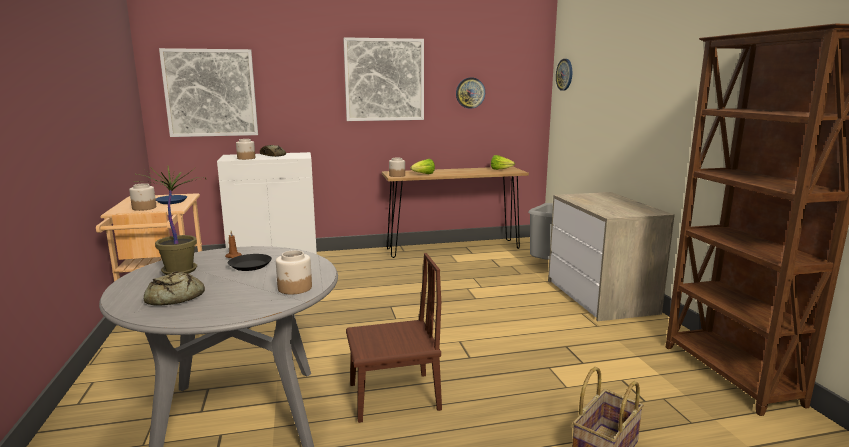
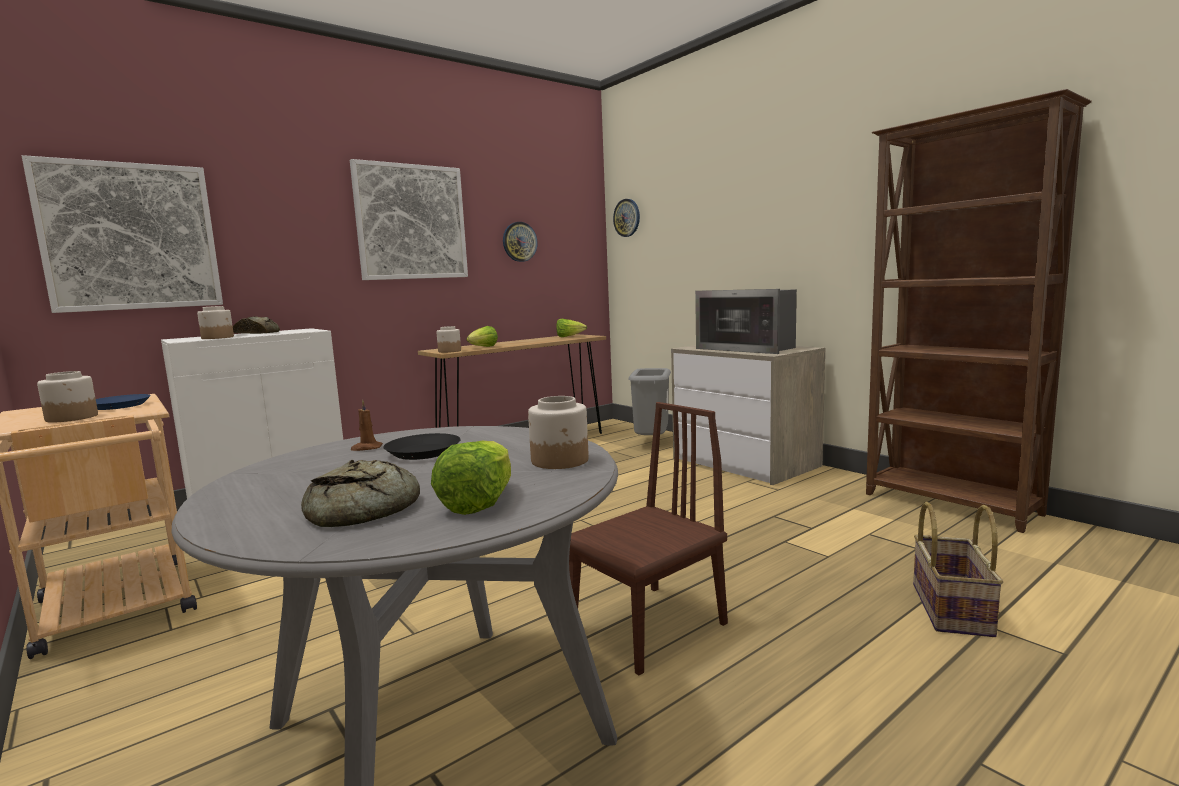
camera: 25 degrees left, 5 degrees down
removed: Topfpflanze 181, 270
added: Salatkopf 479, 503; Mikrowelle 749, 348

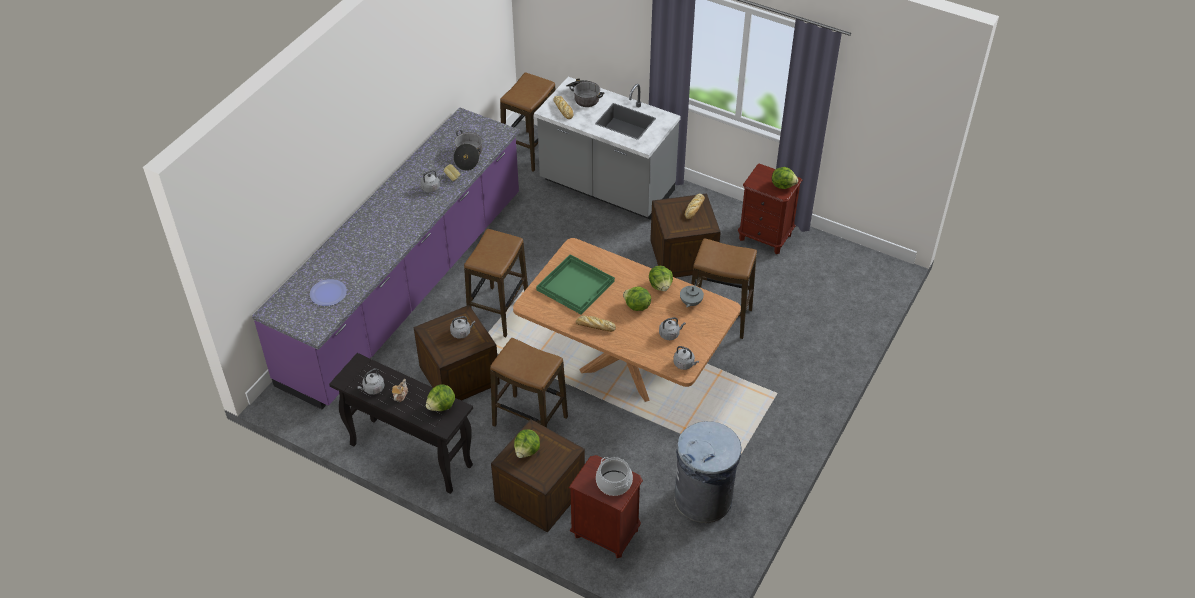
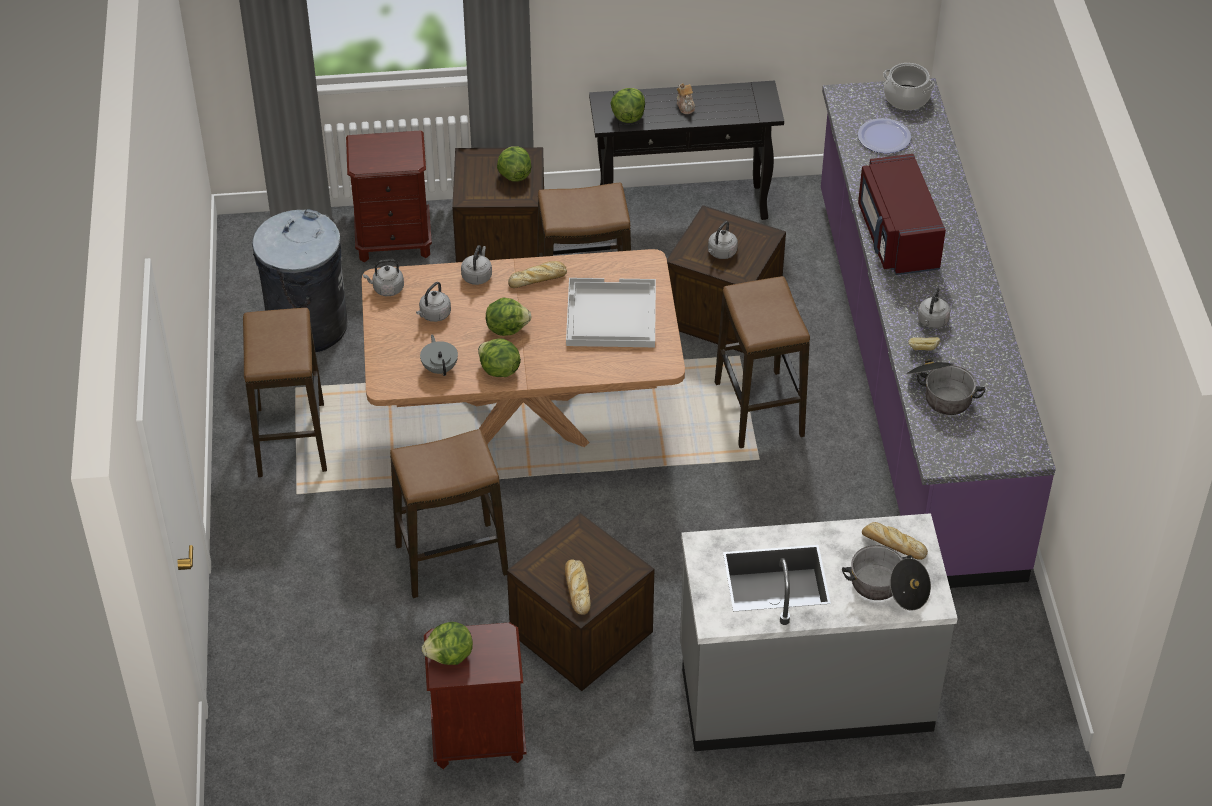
camera: 145 degrees right, 0 degrees up
added: Mikrowelle/rot 897, 237
moved: Hocker 530, 151 to 291, 439; Wasserkessel/grau 373, 389 to 477, 276; Kochtopf 614, 483 to 906, 98
recoloured: Tablett/grün 576, 285 to Tablett/weiß 610, 315

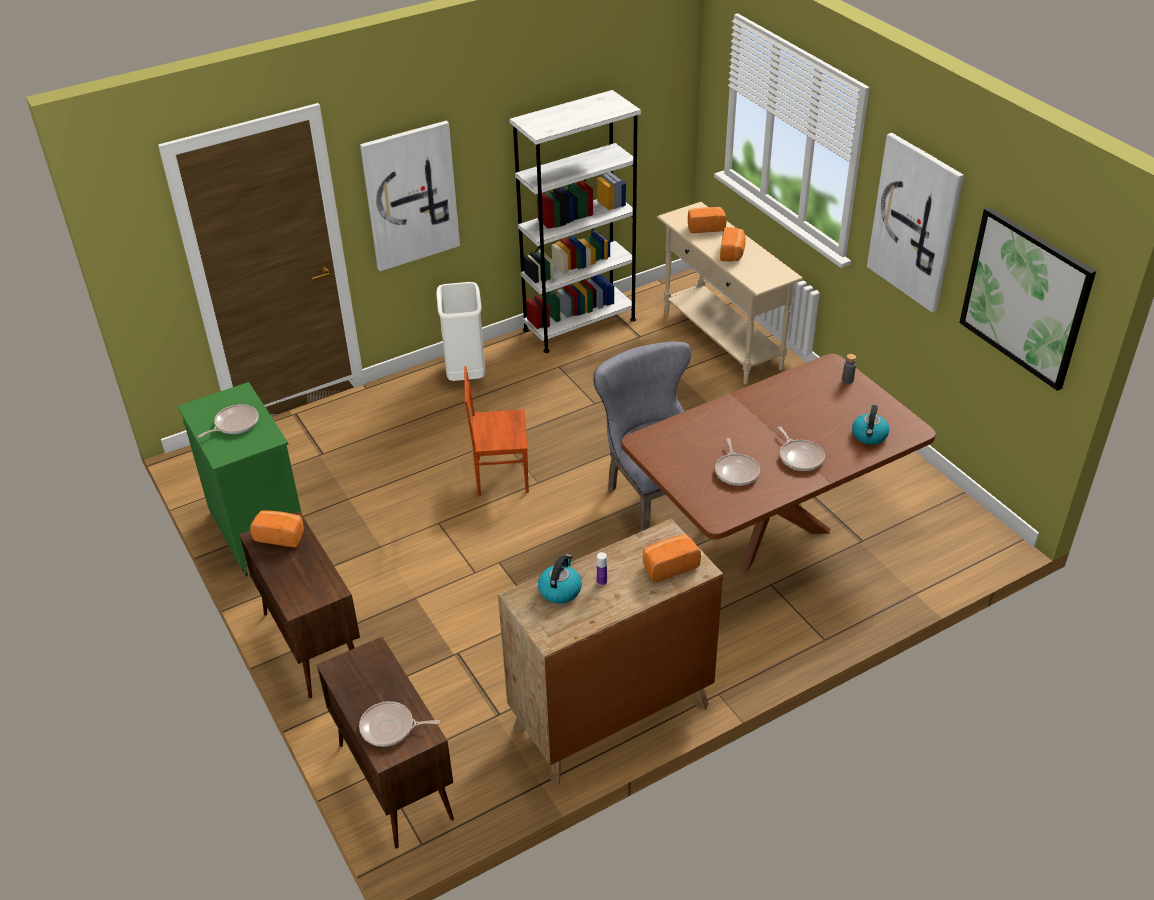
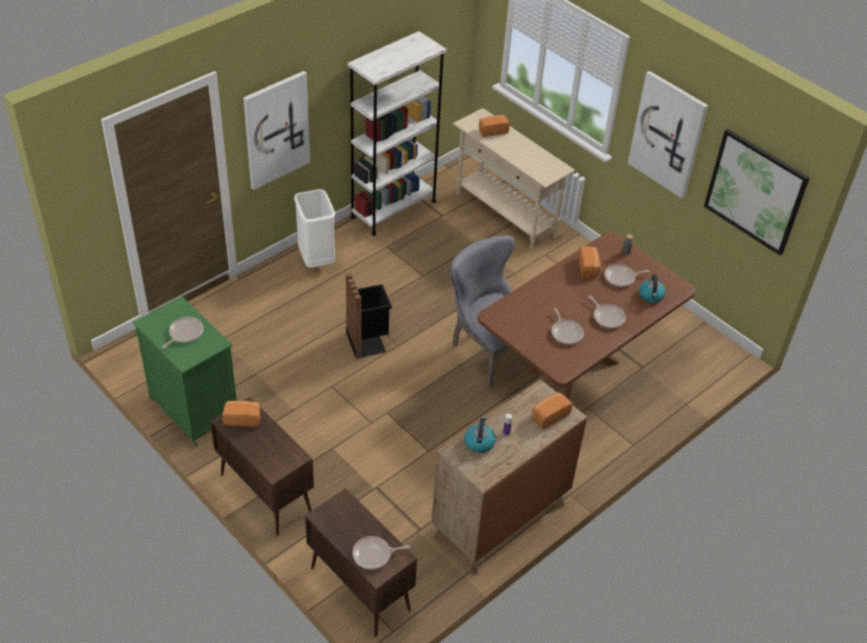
camera: 15 degrees left, 5 degrees up
added: Pfanne 621, 278
moved: Brot 732, 253 to 589, 268
replaced: Stuhl/braun 501, 474 to Mülleimer/schwarz 368, 342

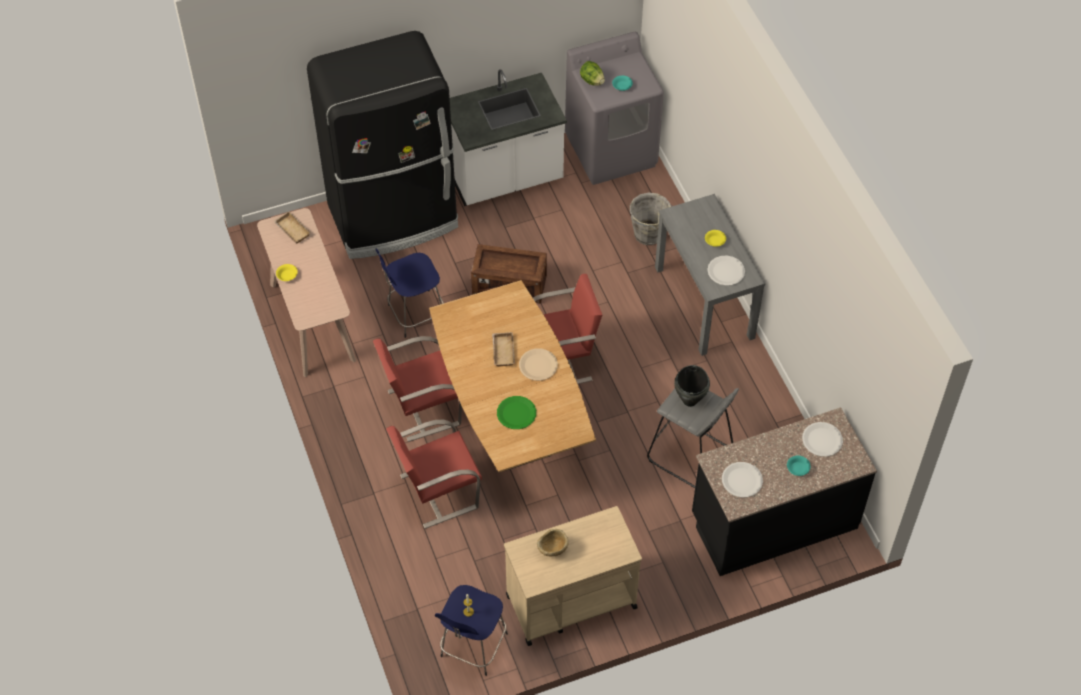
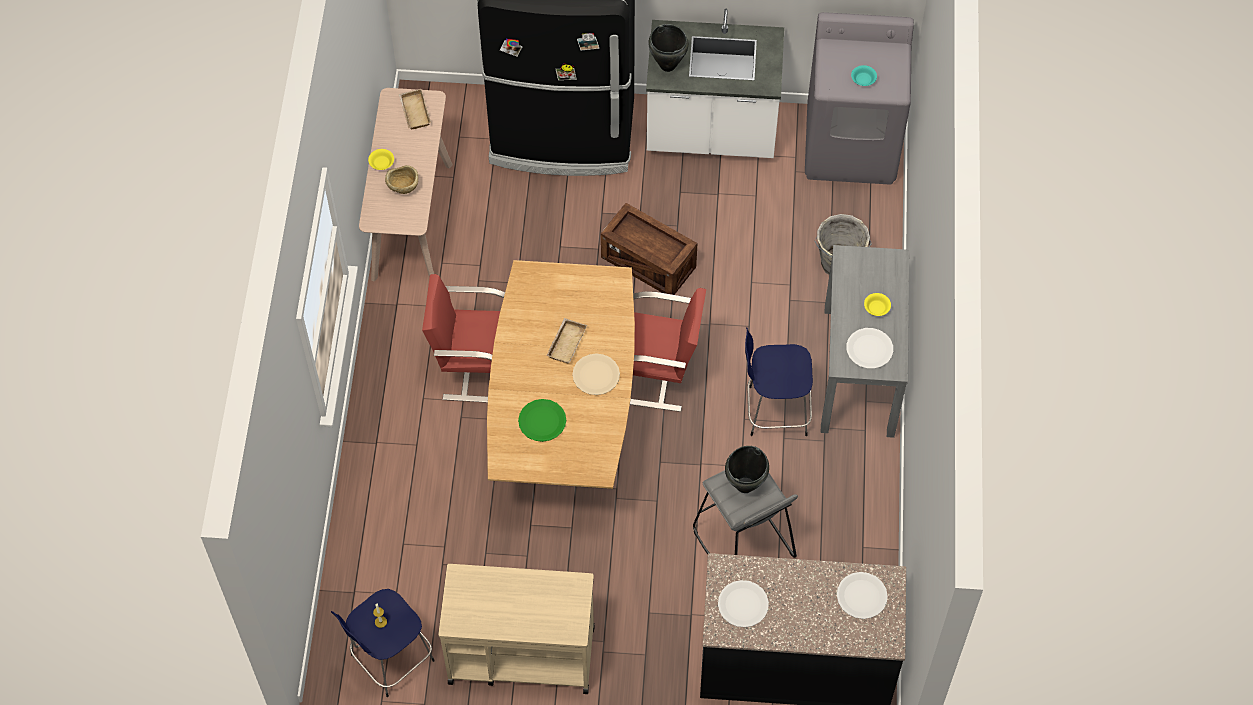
camera: 25 degrees right, 5 degrees up
removed: Stuhl/rot 437, 491; Salatkopf 592, 81; Schüssel/türkis 798, 469
added: Kochtopf/schwarz 667, 65
moved: Schüssel/beige 552, 550 to 403, 188; Hocker/blau 414, 314 to 774, 411

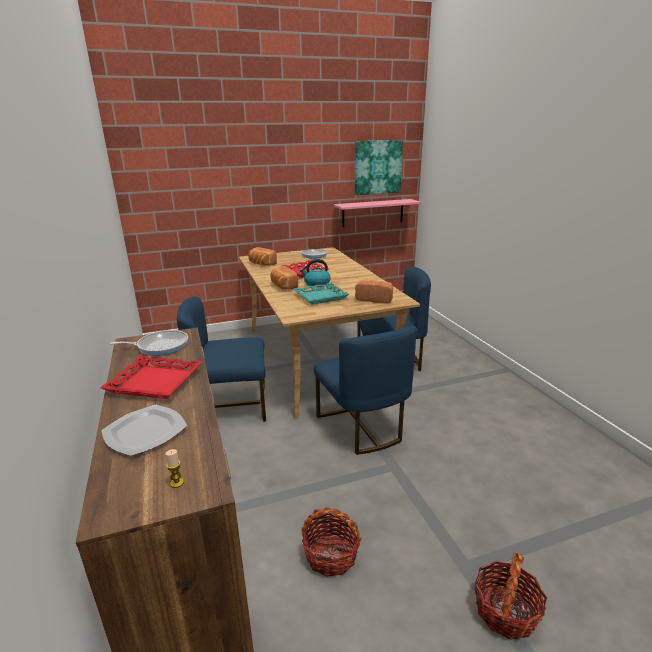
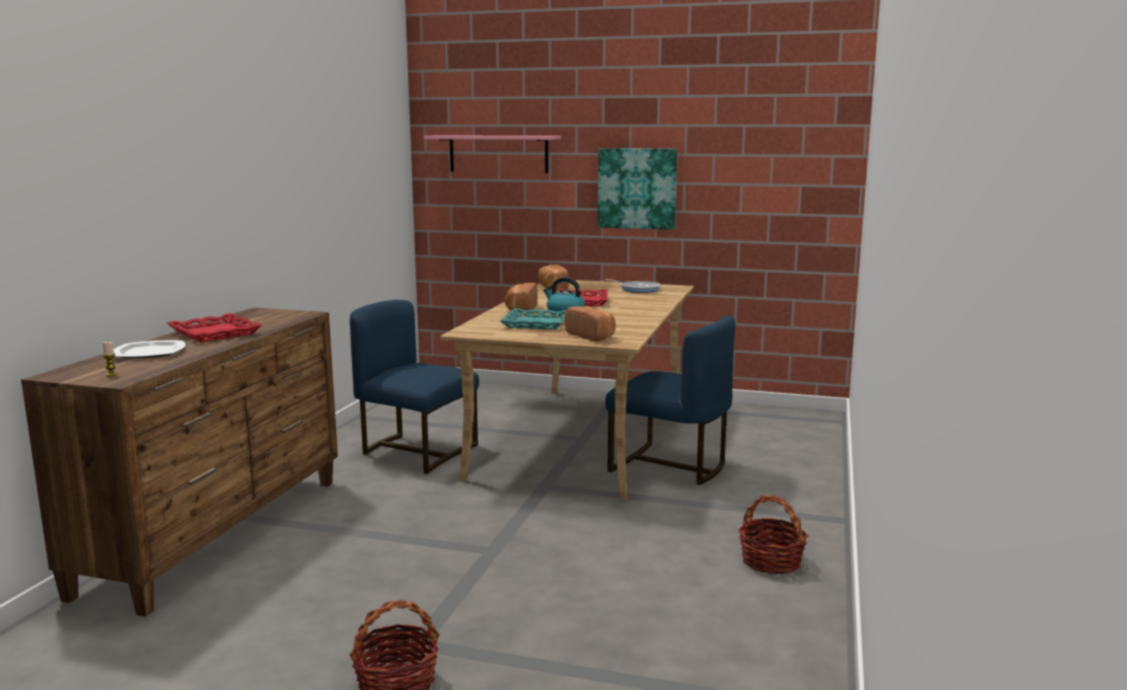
camera: 35 degrees right, 10 degrees down
removed: Pfanne 160, 346; Stuhl/blau 362, 427
moved: Wandregal/rosa 373, 213 to 498, 154; Bild 377, 167 to 637, 188; Korb 331, 555 to 771, 561

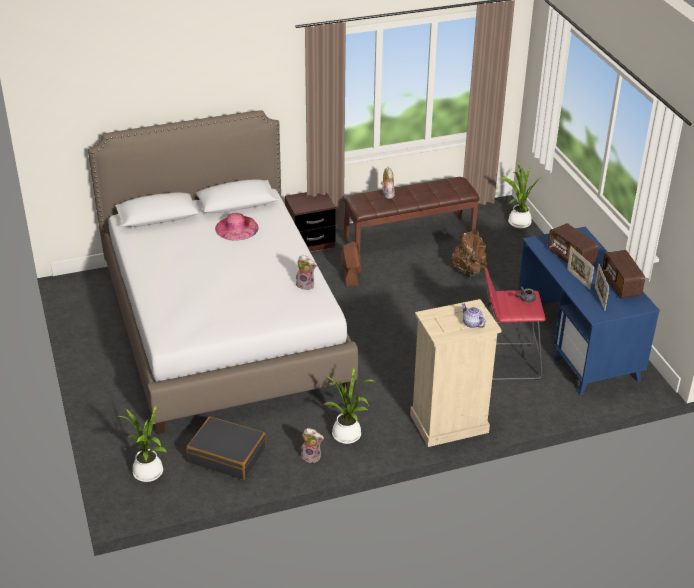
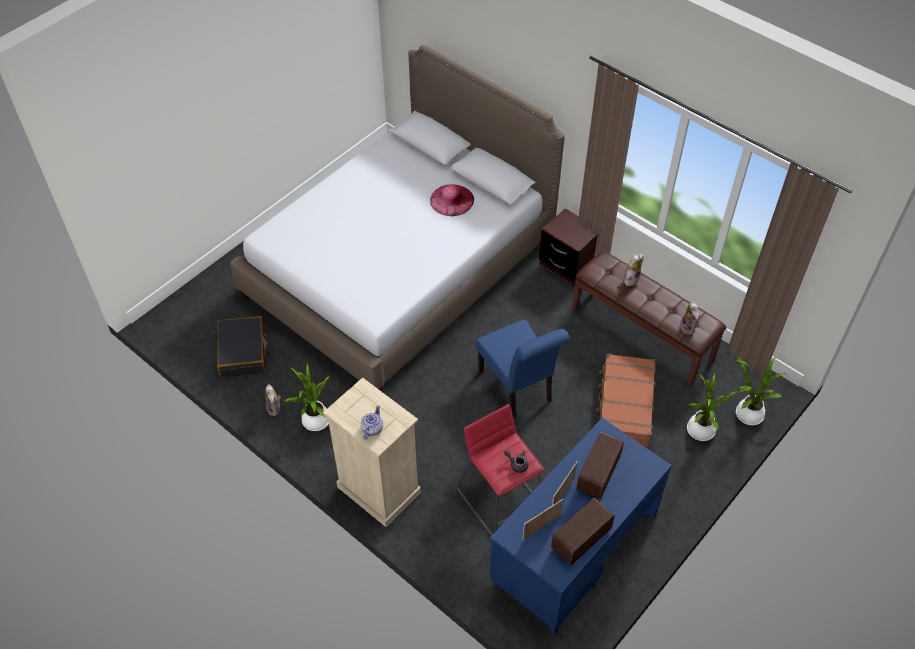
camera: 60 degrees right, 15 degrees up
removed: Ventilator/braun 351, 275
added: Stuhl/blau 518, 389
moved: Plüschtier 306, 285 to 688, 328; Topfpflanze 149, 474 to 699, 432
replaced: Rucksack/braun 468, 271 to Koffer/braun 624, 406

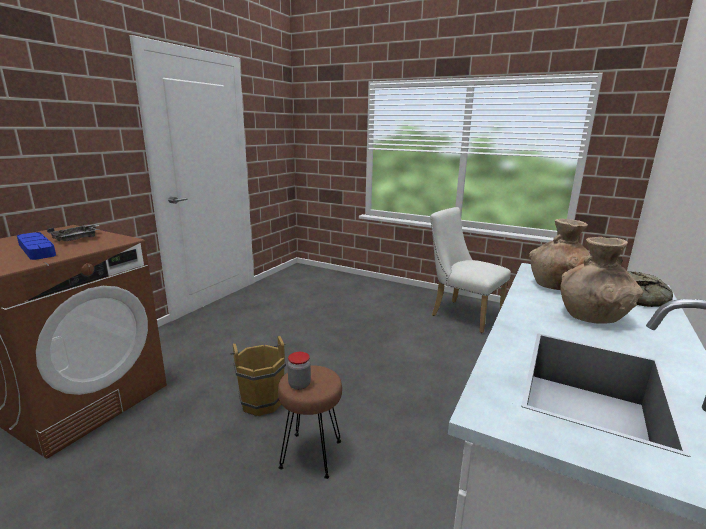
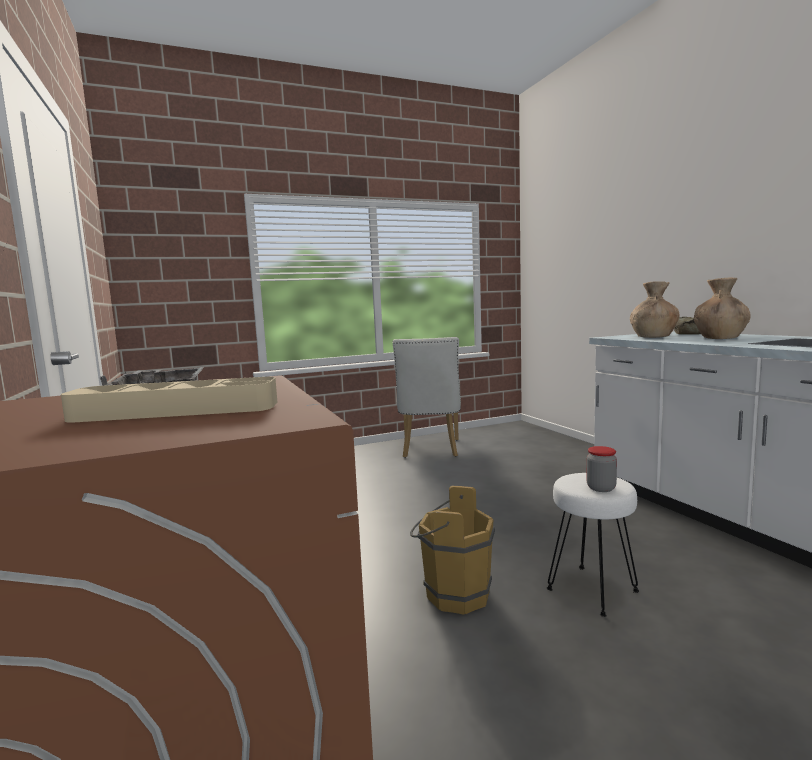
camera: 50 degrees left, 10 degrees down
recoloured: Tablett/blau 36, 249 to Tablett/beige 176, 410; Hocker/braun 312, 455 to Hocker/weiß 592, 589
turned: Stuhl/weiß 461, 314 = 430, 450 75 degrees counterclockwise

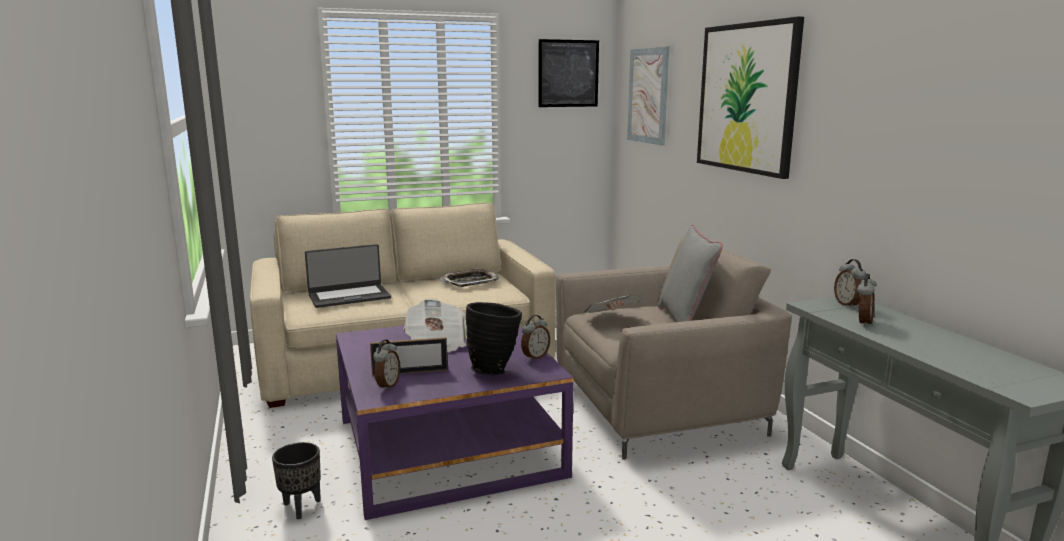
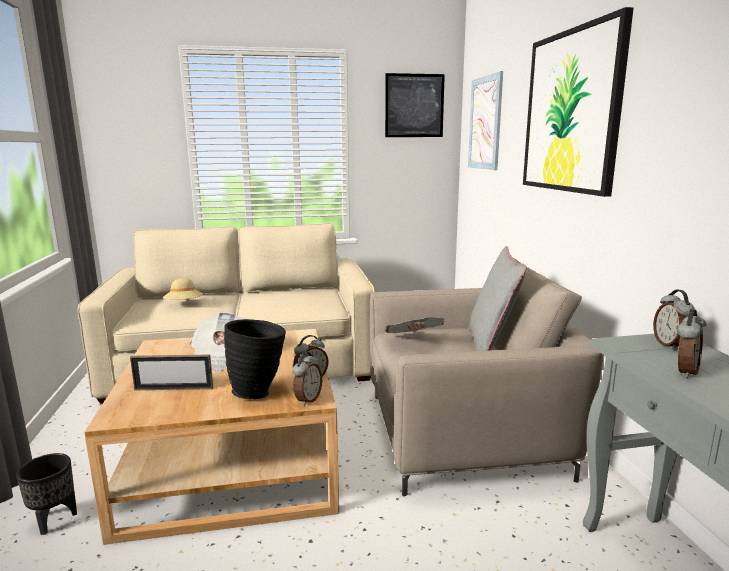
camera: 10 degrees right, 0 degrees up
removed: Tablett 469, 282
moved: Wecker 387, 385 to 307, 400
replaced: Laptop 349, 296 to Hut/beige 184, 305
recoloured: Couchtisch/lila 448, 447 to Couchtisch/beige 233, 462

